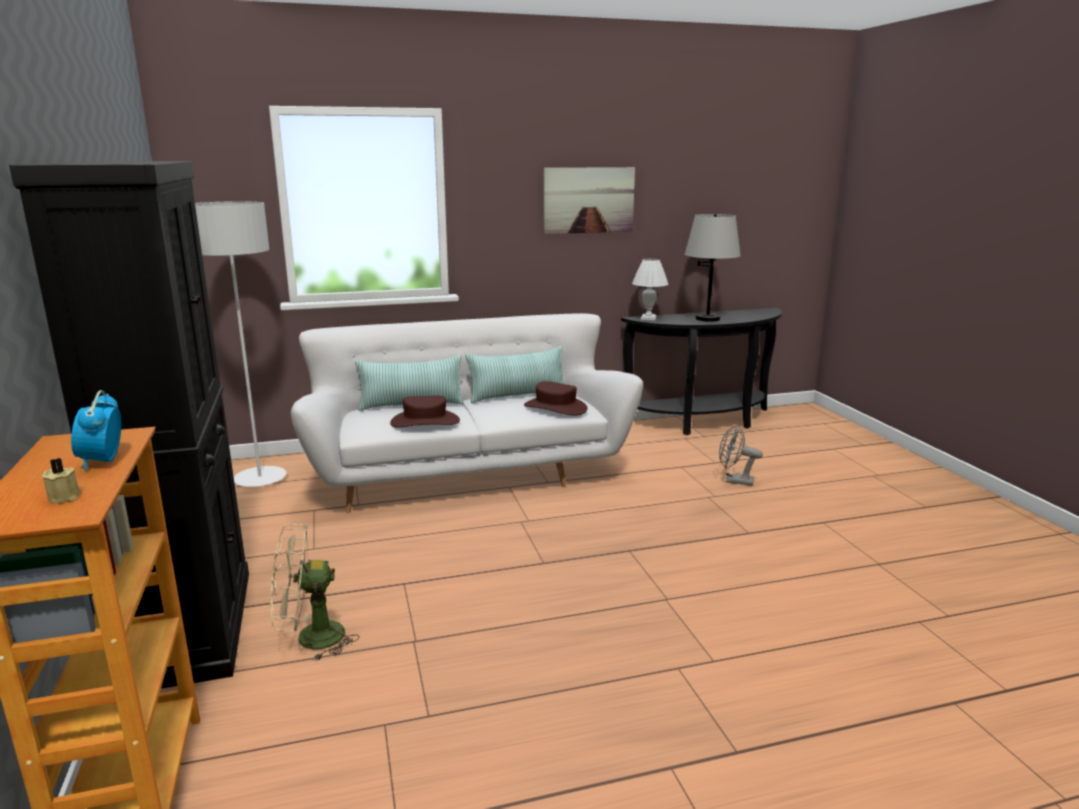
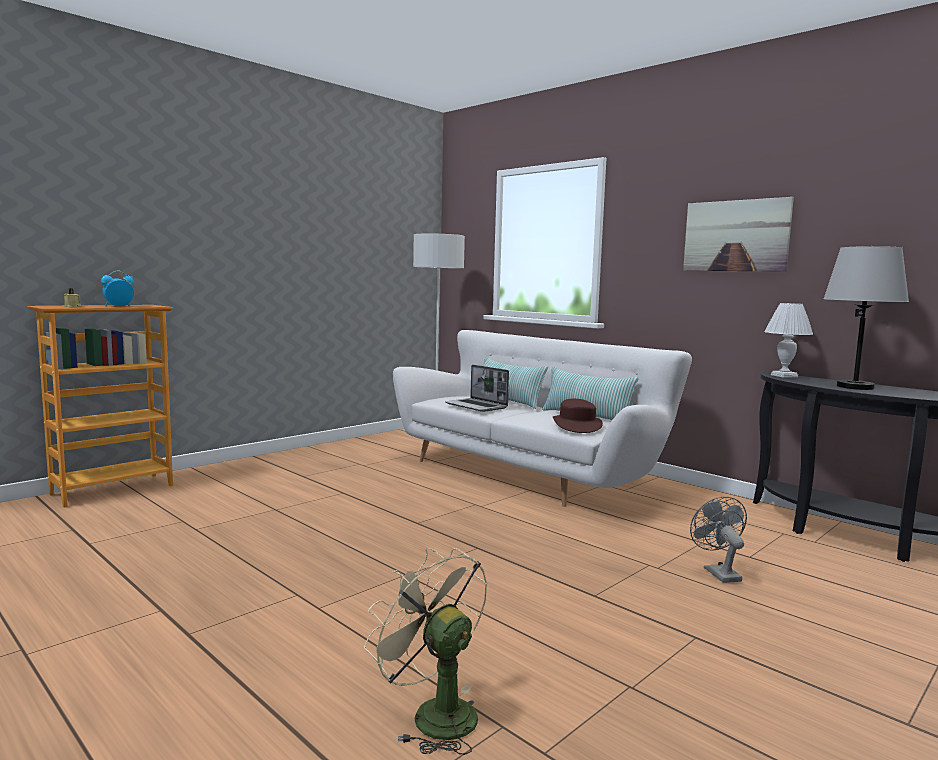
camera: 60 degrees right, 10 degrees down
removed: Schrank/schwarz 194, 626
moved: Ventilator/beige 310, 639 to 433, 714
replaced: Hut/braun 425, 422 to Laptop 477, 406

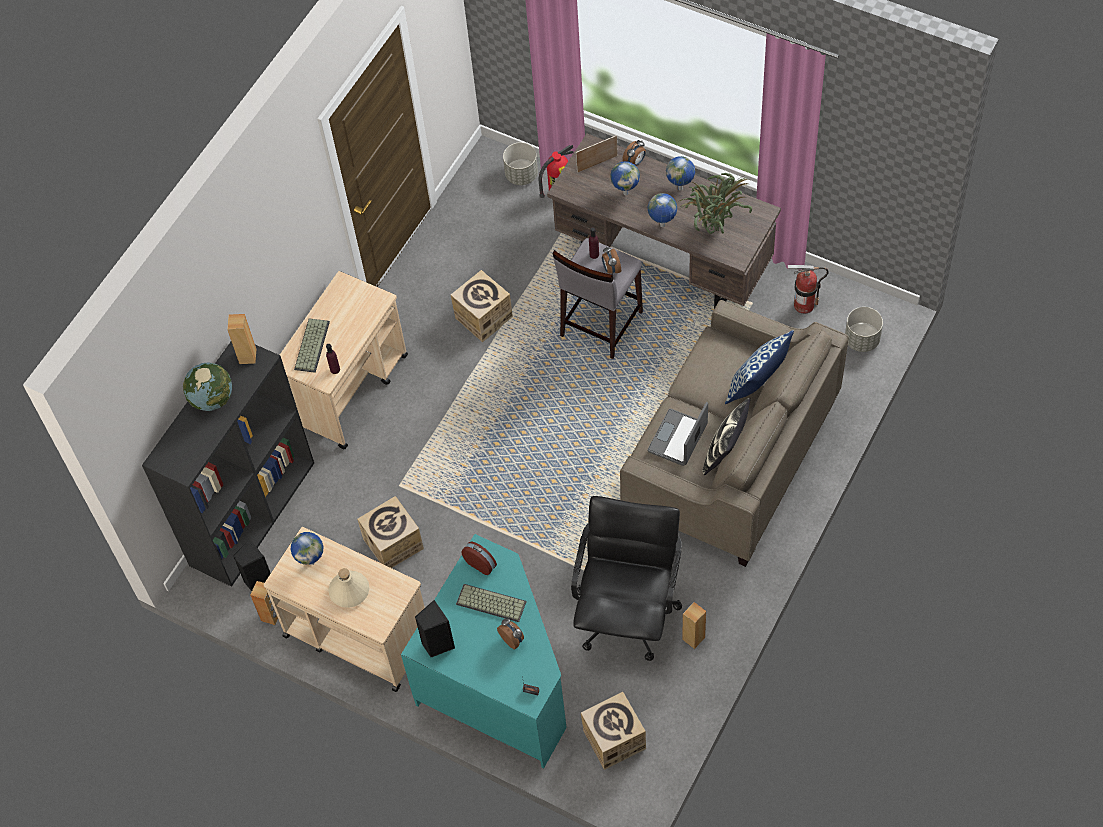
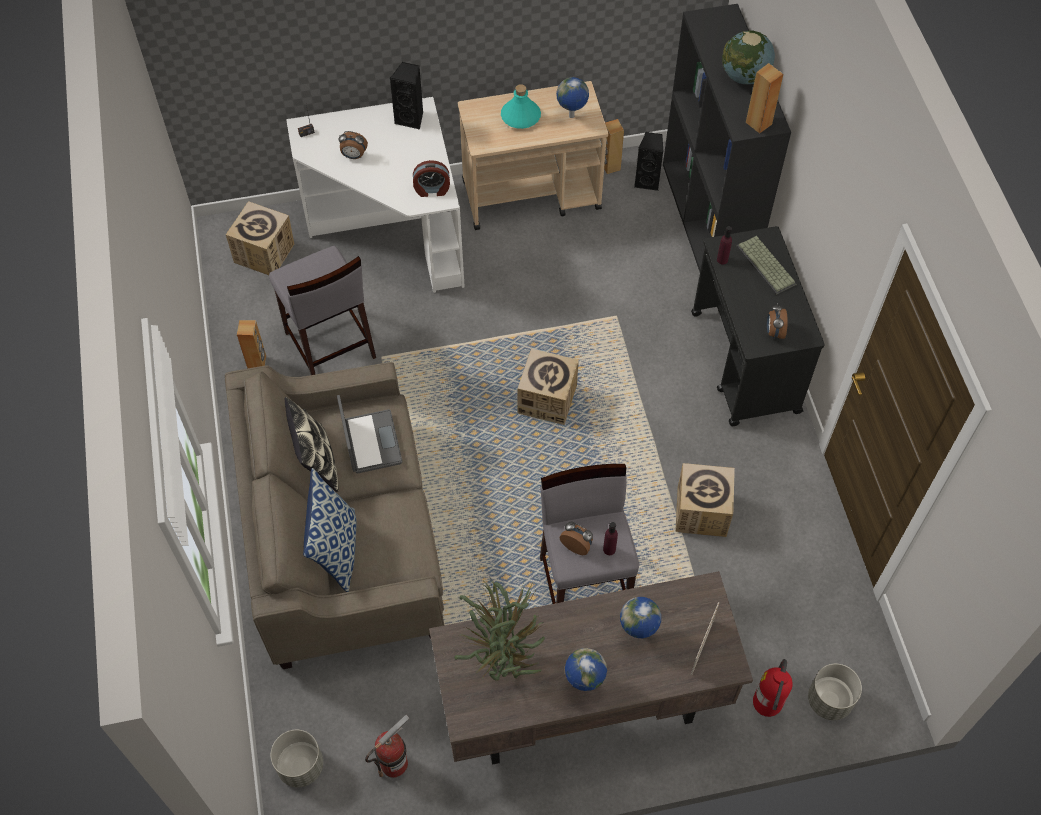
camera: 135 degrees right, 0 degrees up
removed: Tastatur 490, 604; Globus 662, 225
moved: Karton 393, 544 to 547, 399; Wecker 635, 162 to 774, 332
replaced: Bürostuhl/schwarz 627, 613 to Hocker/grau 329, 346
recoloured: Schreibtisch/türkis 498, 682 to Schreibtisch/weiß 390, 233; Flasche/beige 349, 590 to Flasche/türkis 521, 116; Rollwagen/beige 350, 389 to Rollwagen/schwarz 745, 363

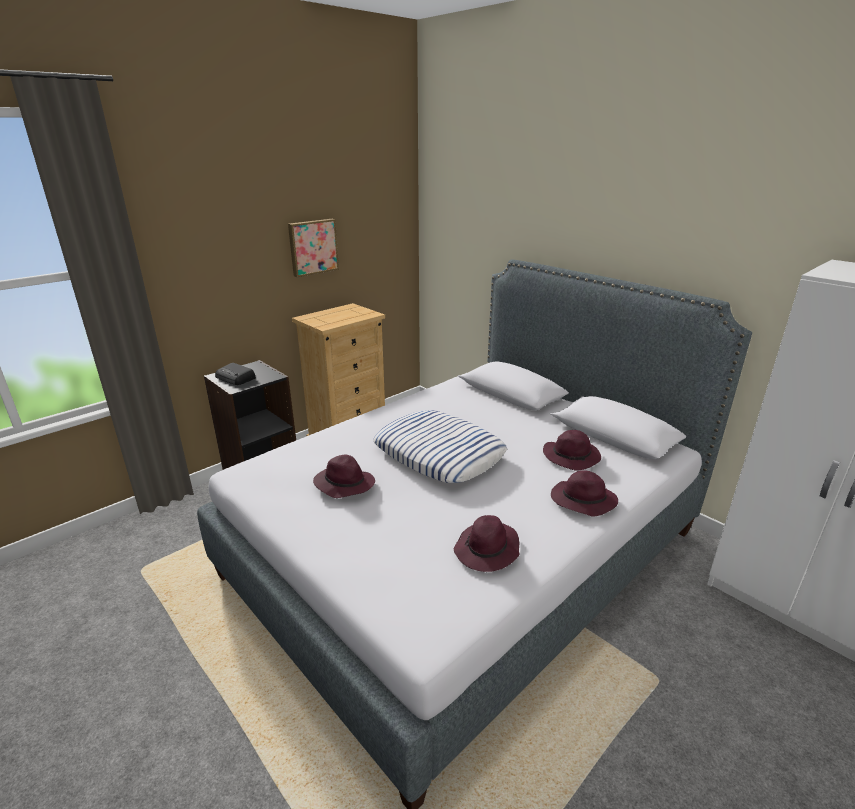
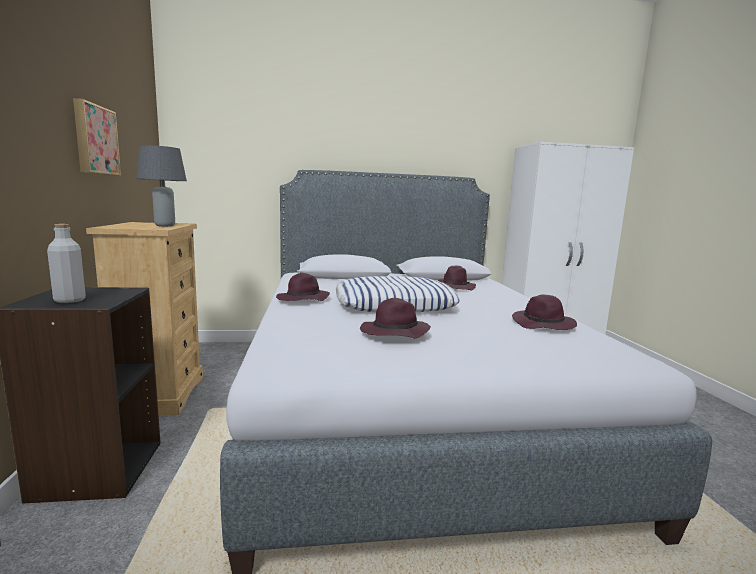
camera: 55 degrees left, 15 degrees down
added: Tischlampe/grau 165, 226
moved: Hut/lila 582, 501 to 302, 299
replaced: Radio 236, 378 to Flasche/grau 70, 300

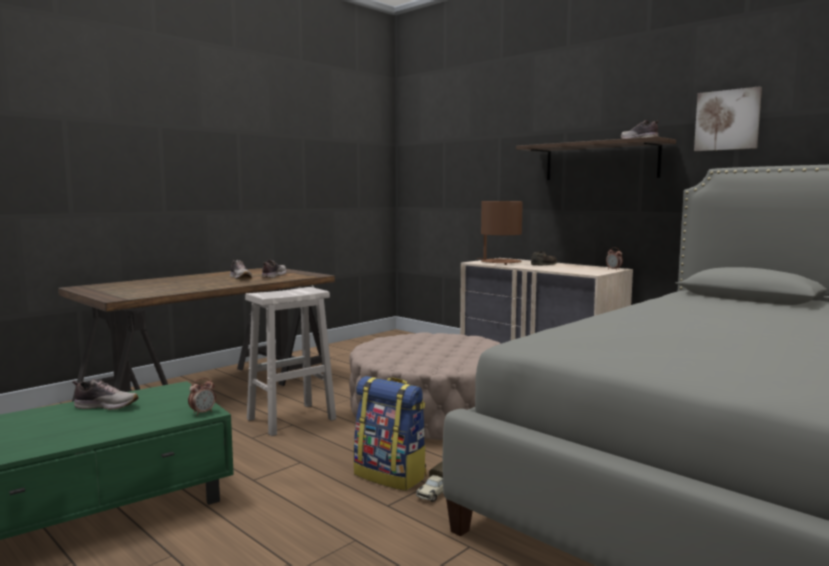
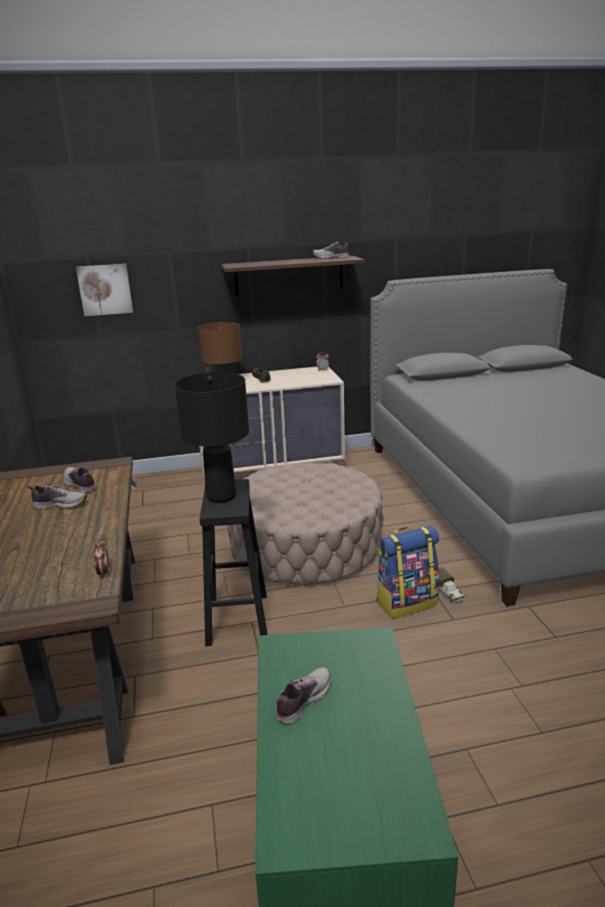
camera: 55 degrees left, 15 degrees up
added: Tischlampe/schwarz 222, 496
moved: Bild 727, 120 to 105, 289; Wecker 203, 412 to 103, 573
recoloured: Hocker/weiß 290, 419 to Hocker/schwarz 237, 620

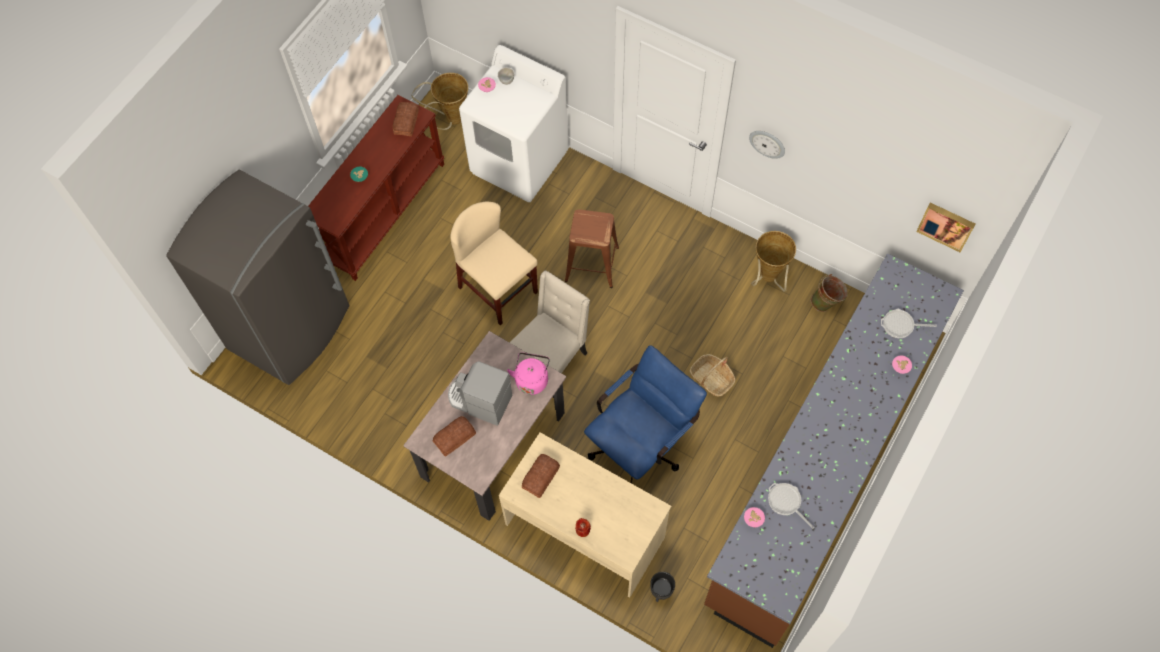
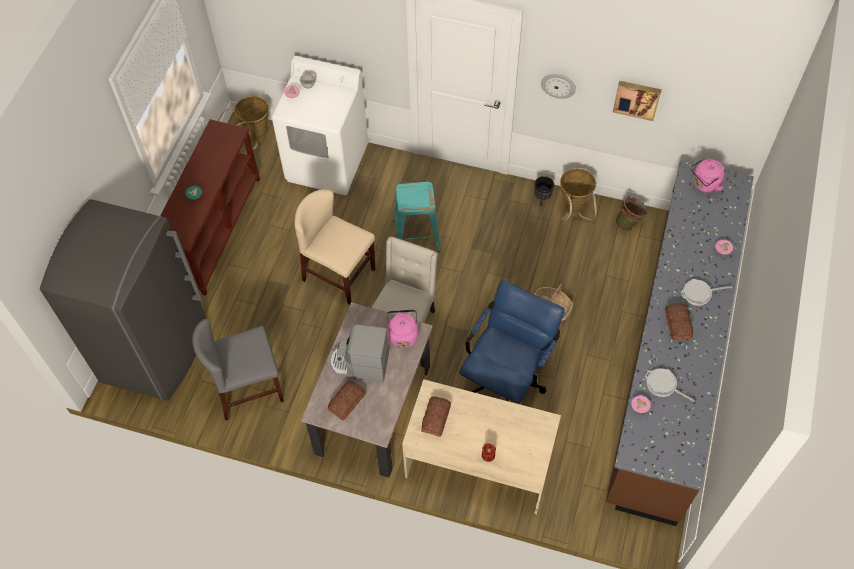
camera: 15 degrees left, 5 degrees down
added: Stuhl/grau 248, 388; Wasserkessel/rosa 704, 184
moved: Pflanzkübel/schwarz 660, 592 to 542, 199; Bild 946, 225 to 637, 99; Brot 405, 122 to 677, 324; Pfanne 900, 325 to 699, 293
recoloured: Hocker/braun 592, 263 to Hocker/türkis 416, 234

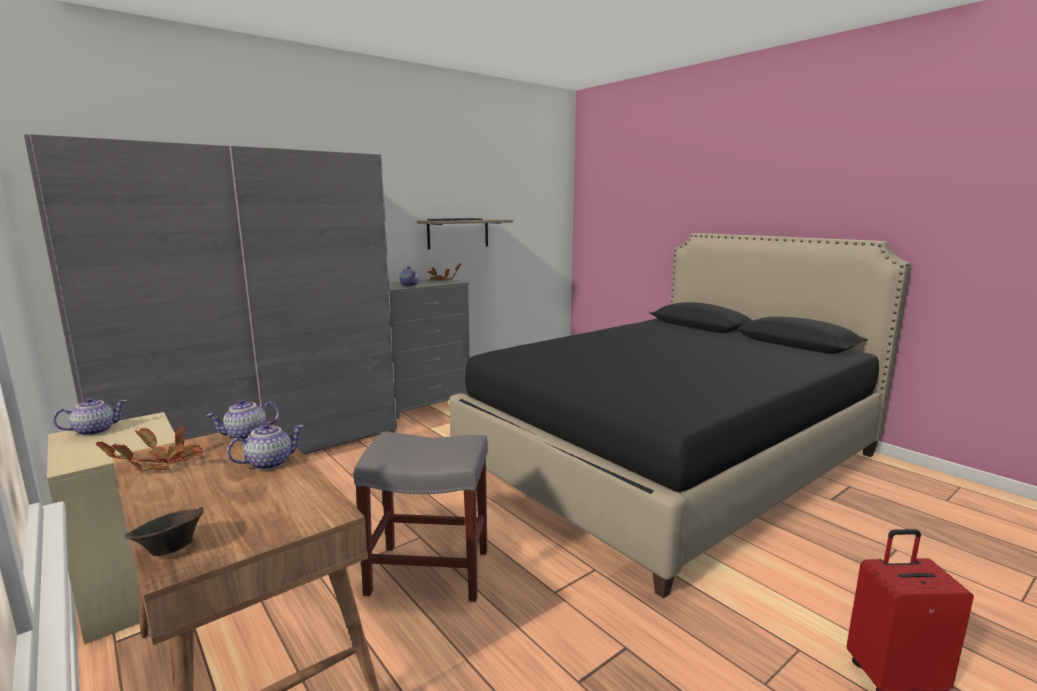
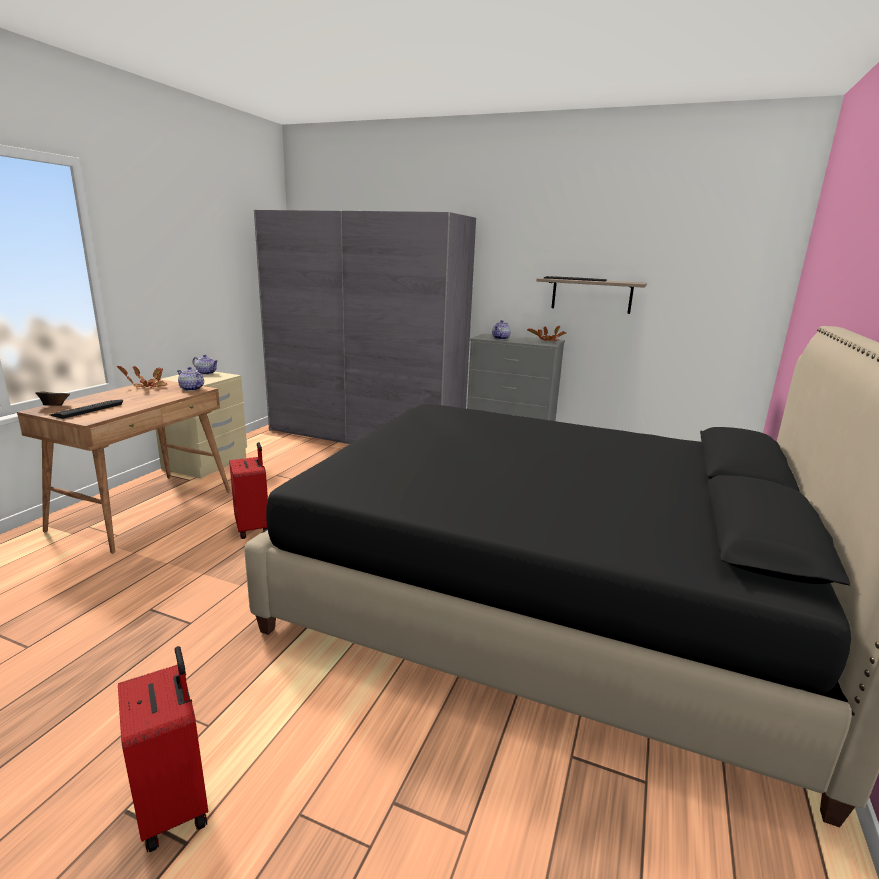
camera: 60 degrees right, 5 degrees up
removed: Teekanne 269, 463
added: Tastatur 87, 409
replaced: Hocker/grau 431, 571 to Koffer/rot 254, 528

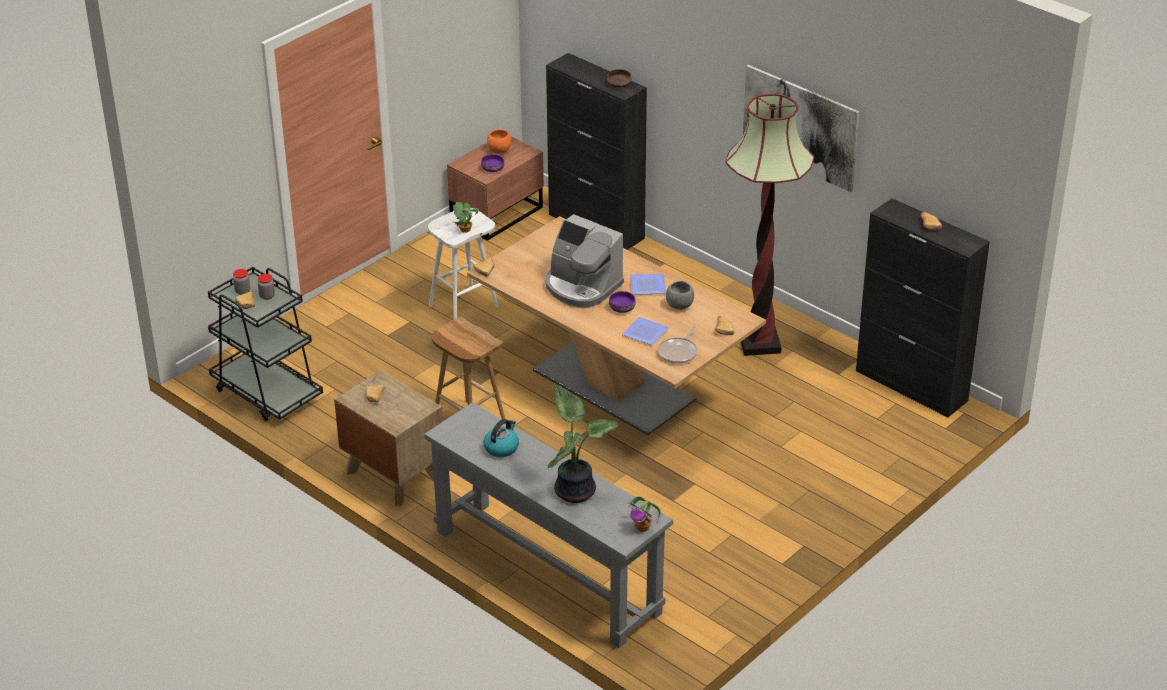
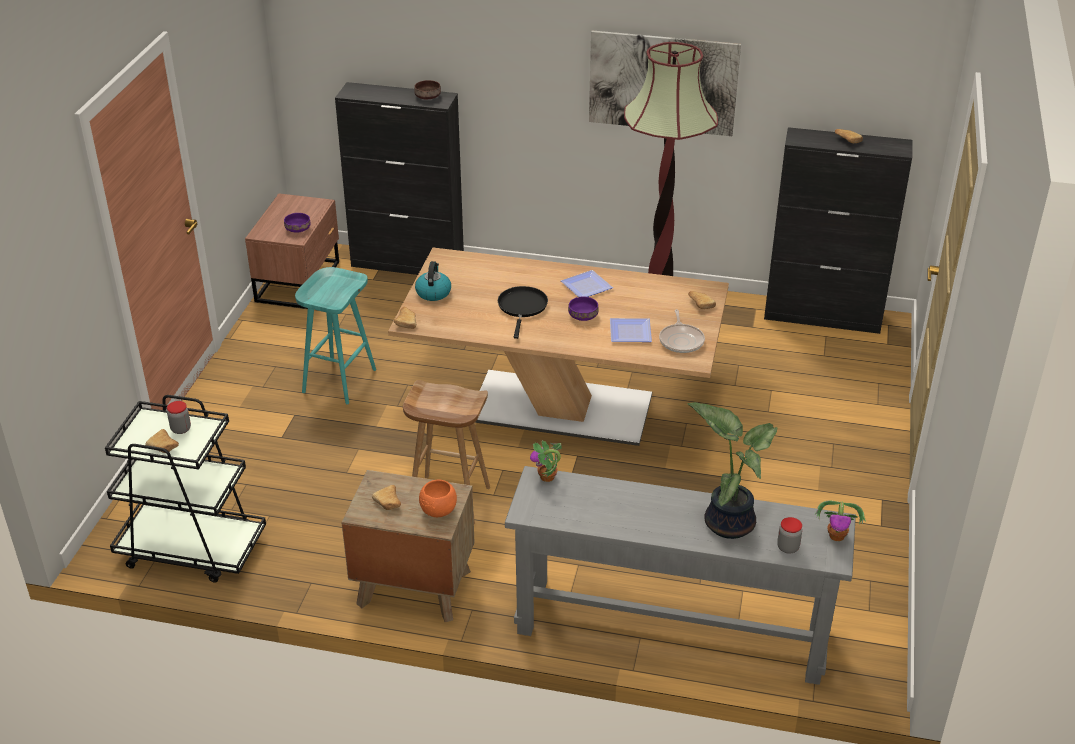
camera: 30 degrees left, 0 degrees up
removed: Schüssel/grau 679, 305
moved: Wasserkessel 501, 447 to 433, 292; Schüssel/orange 499, 150 to 439, 511; Topfpflanze 465, 230 to 547, 477; Vorratsglas 242, 291 to 788, 547
replaced: Kaffeemaschine 582, 286 to Pfanne/schwarz 522, 307
recoloured: Hocker/weiß 463, 305 to Hocker/türkis 339, 380

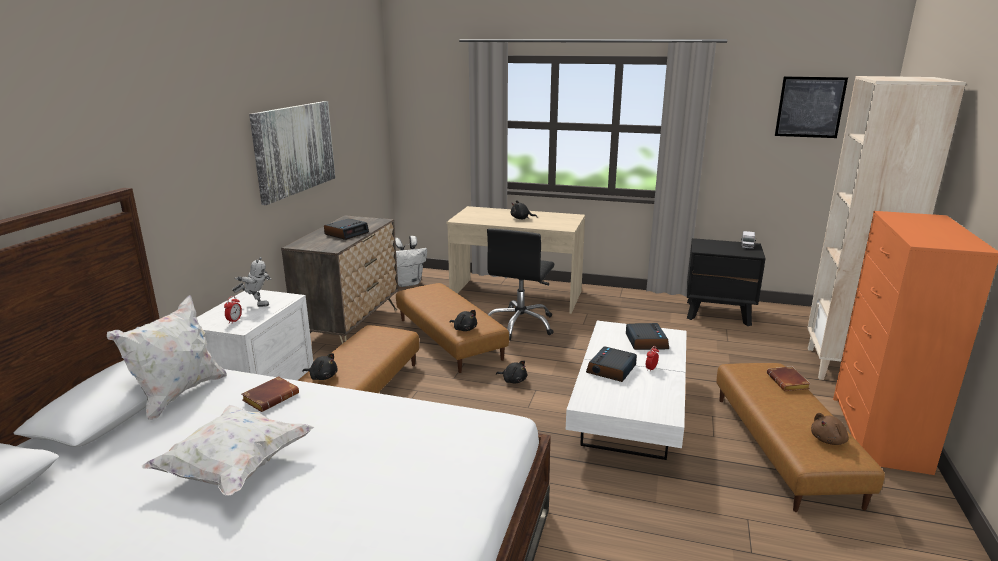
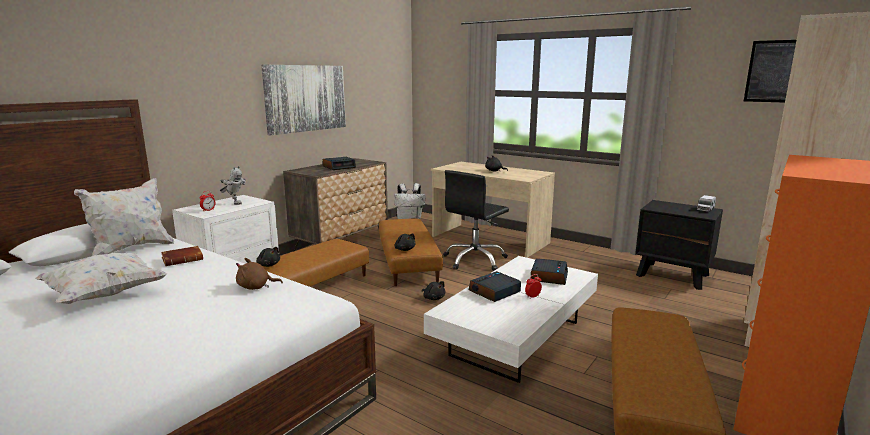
camera: 20 degrees right, 5 degrees down
removed: Buch/braun 789, 383
moved: Plüschtier/braun 829, 440 to 256, 287

